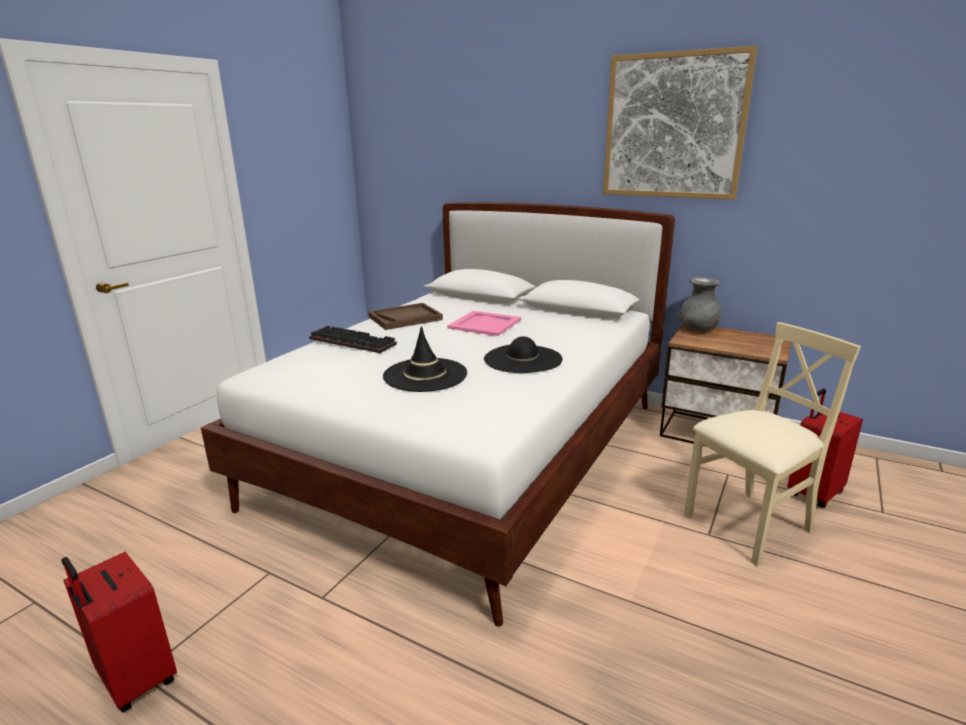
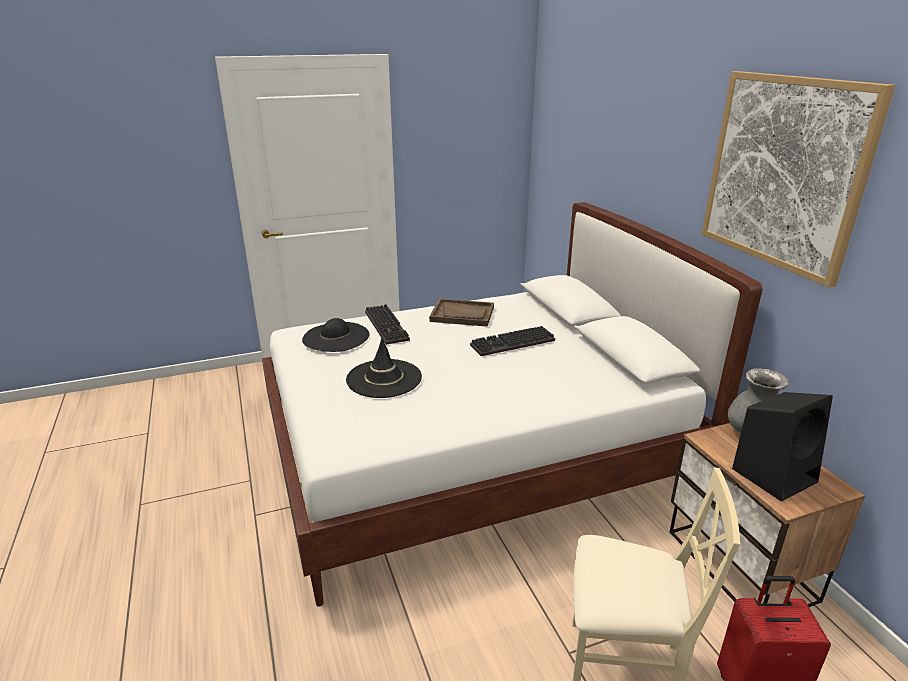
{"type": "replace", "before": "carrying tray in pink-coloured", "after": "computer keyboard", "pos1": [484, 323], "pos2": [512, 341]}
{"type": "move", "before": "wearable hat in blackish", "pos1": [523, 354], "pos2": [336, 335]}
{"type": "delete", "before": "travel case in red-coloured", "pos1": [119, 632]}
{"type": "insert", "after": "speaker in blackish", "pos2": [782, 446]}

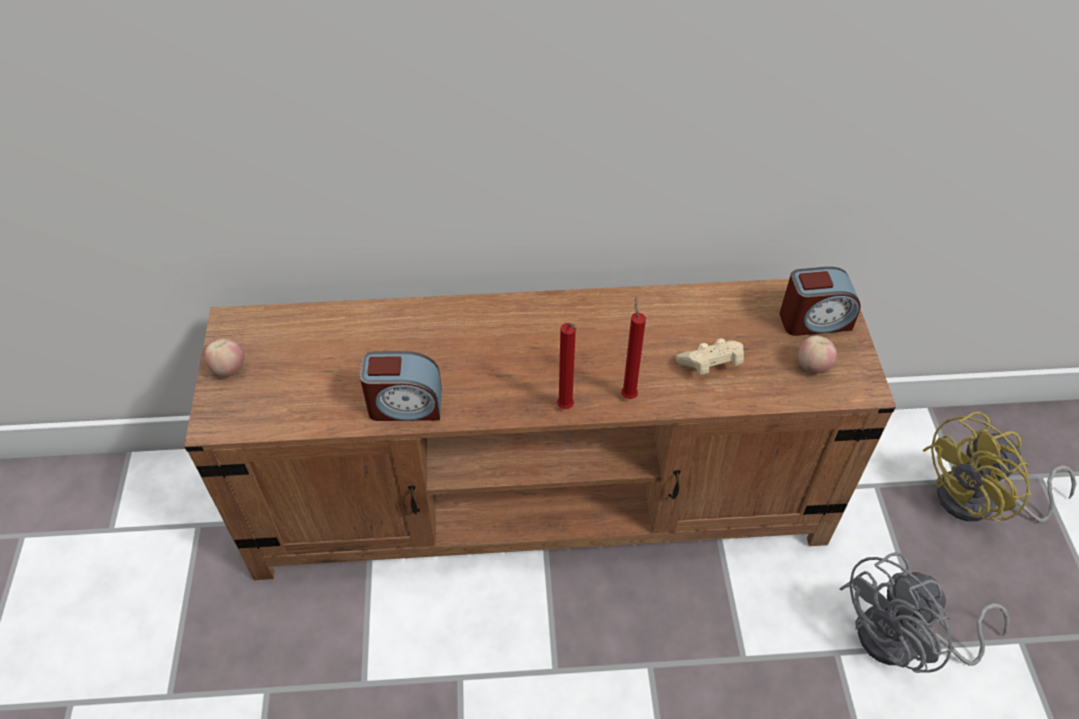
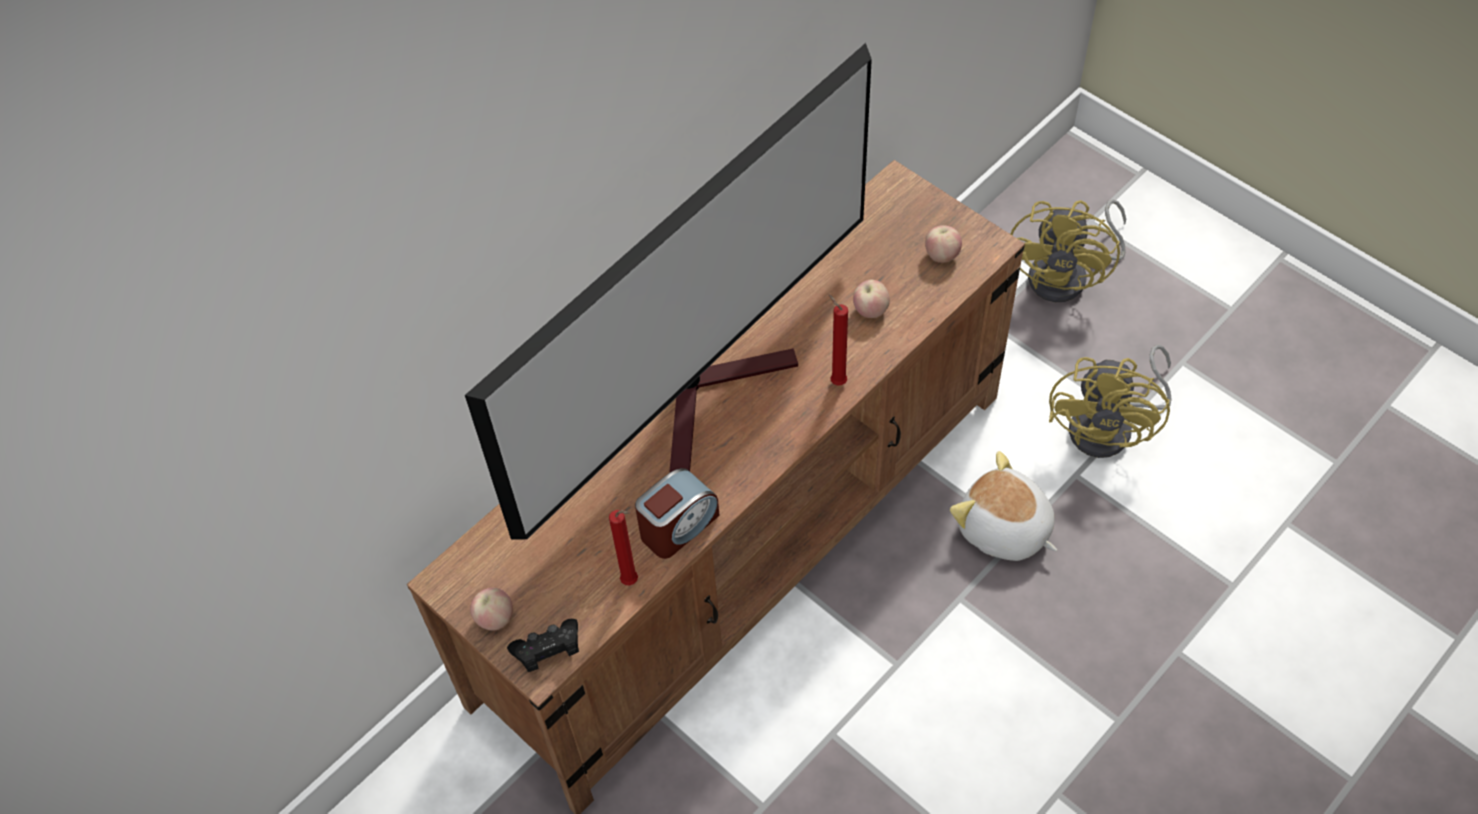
{"type": "delete", "before": "alarm clock", "pos1": [820, 301]}
{"type": "move", "before": "wax candle in red-coloured", "pos1": [567, 366], "pos2": [623, 548]}
{"type": "replace", "before": "game controller in sand-coloured", "after": "whole apple", "pos1": [710, 356], "pos2": [871, 299]}
{"type": "recolor", "before": "fan in greyish", "after": "fan in yellow-coloured", "pos1": [924, 612], "pos2": [1110, 401]}
{"type": "insert", "after": "TV set", "pos2": [668, 291]}
{"type": "insert", "after": "cuddly toy", "pos2": [1003, 506]}
{"type": "insert", "after": "game controller in blackish", "pos2": [543, 645]}

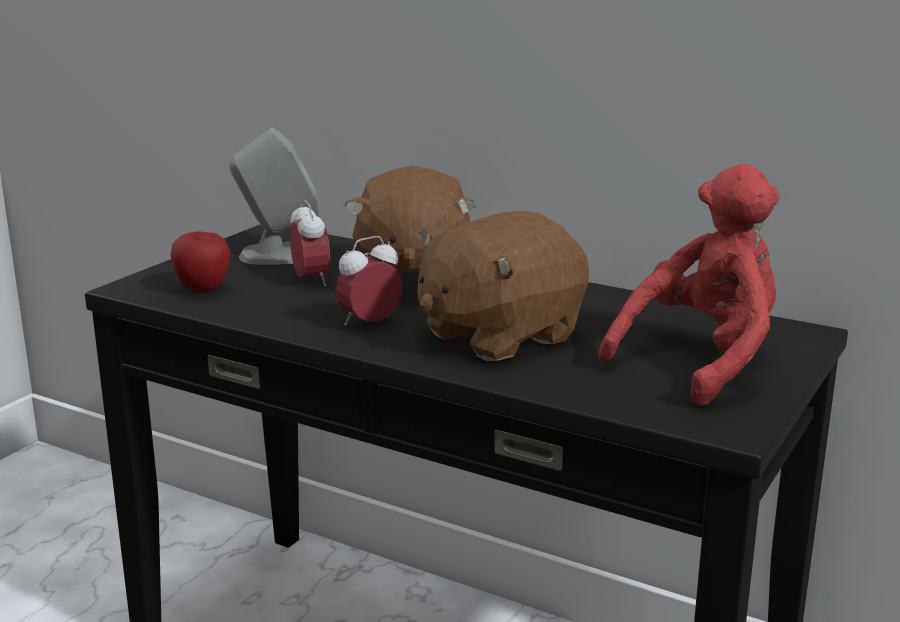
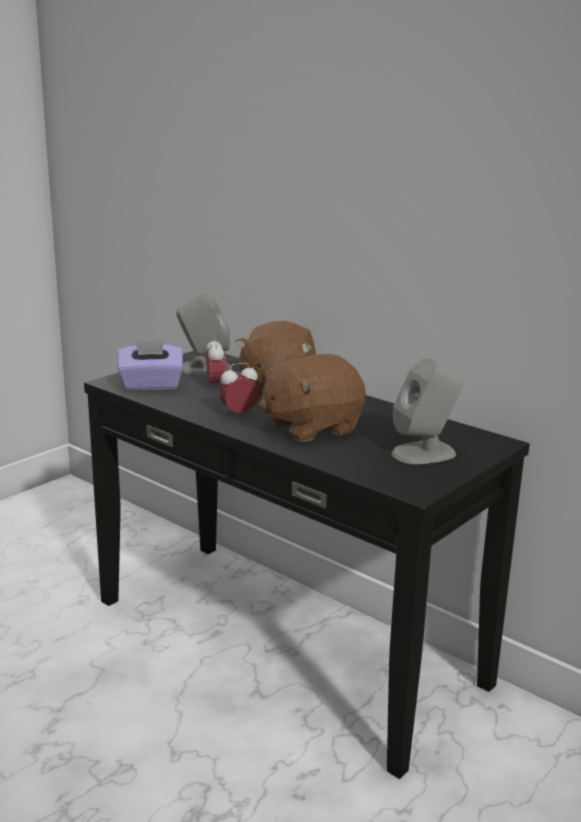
{"type": "replace", "before": "cuddly toy in red-coloured", "after": "speaker in greyish", "pos1": [689, 285], "pos2": [427, 411]}
{"type": "replace", "before": "whole apple", "after": "tissue holder in purple", "pos1": [201, 261], "pos2": [150, 365]}

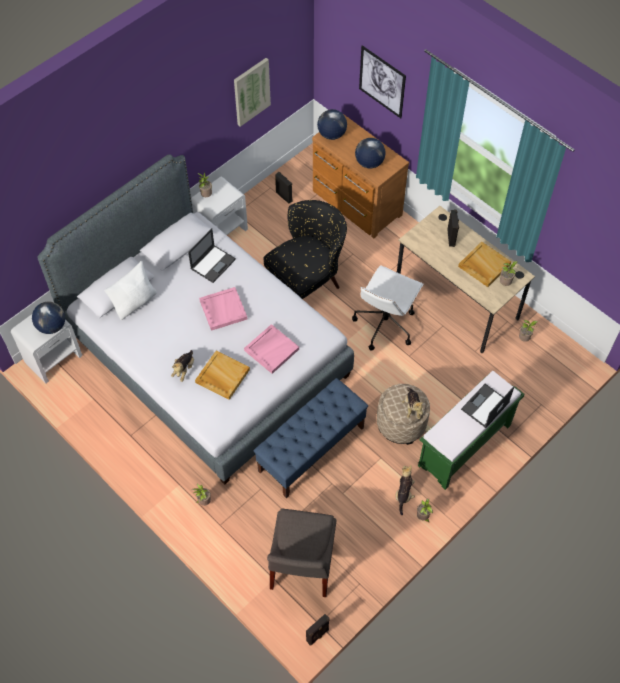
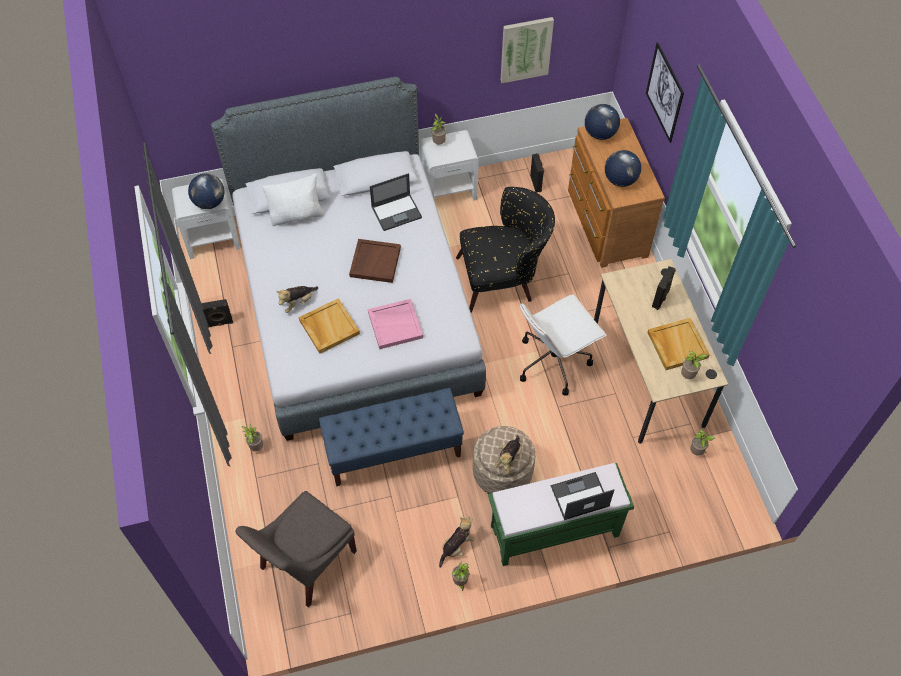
{"type": "recolor", "before": "carrying tray in pink-coloured", "after": "carrying tray in brownish", "pos1": [223, 309], "pos2": [375, 261]}
{"type": "move", "before": "speaker in blackish", "pos1": [318, 629], "pos2": [217, 313]}

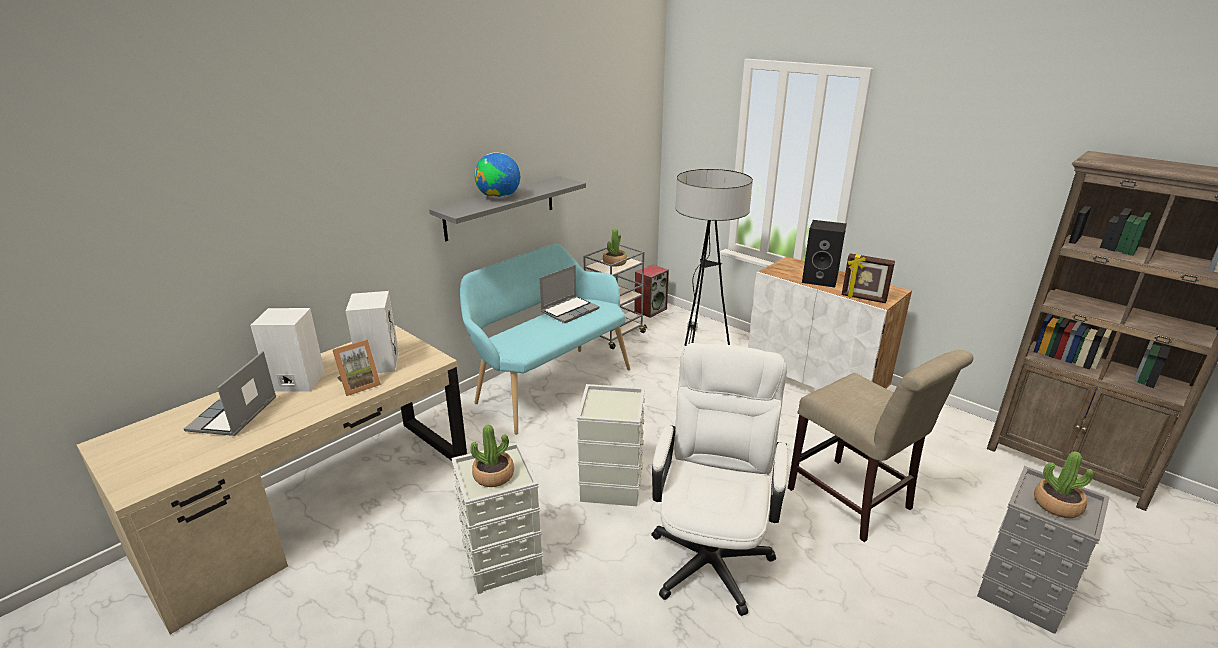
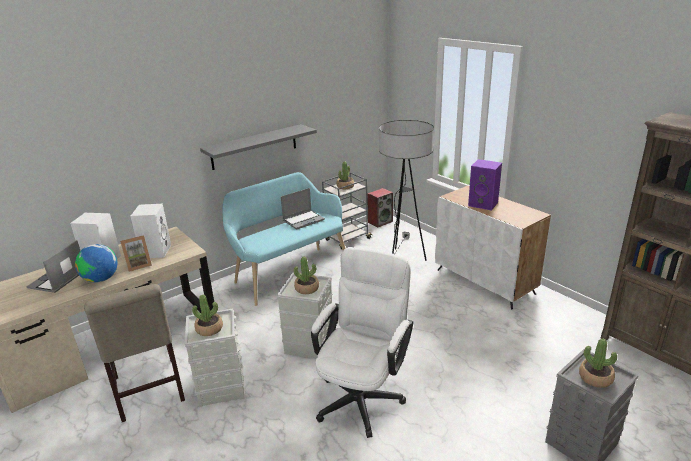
{"type": "move", "before": "world globe", "pos1": [497, 175], "pos2": [96, 263]}
{"type": "recolor", "before": "speaker in blackish", "after": "speaker in purple", "pos1": [824, 254], "pos2": [485, 185]}
{"type": "delete", "before": "standing frame", "pos1": [868, 278]}
{"type": "move", "before": "upright chair in sand-coloured", "pos1": [880, 446], "pos2": [134, 353]}
{"type": "insert", "after": "potted plant", "pos2": [306, 275]}

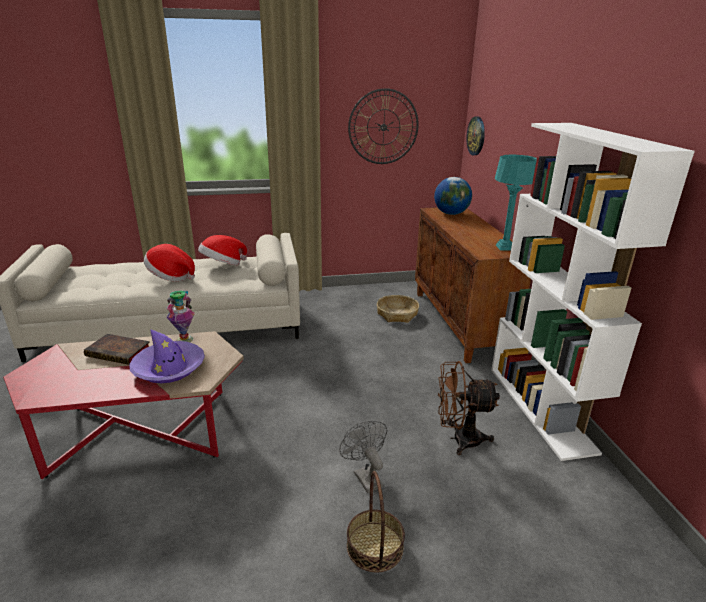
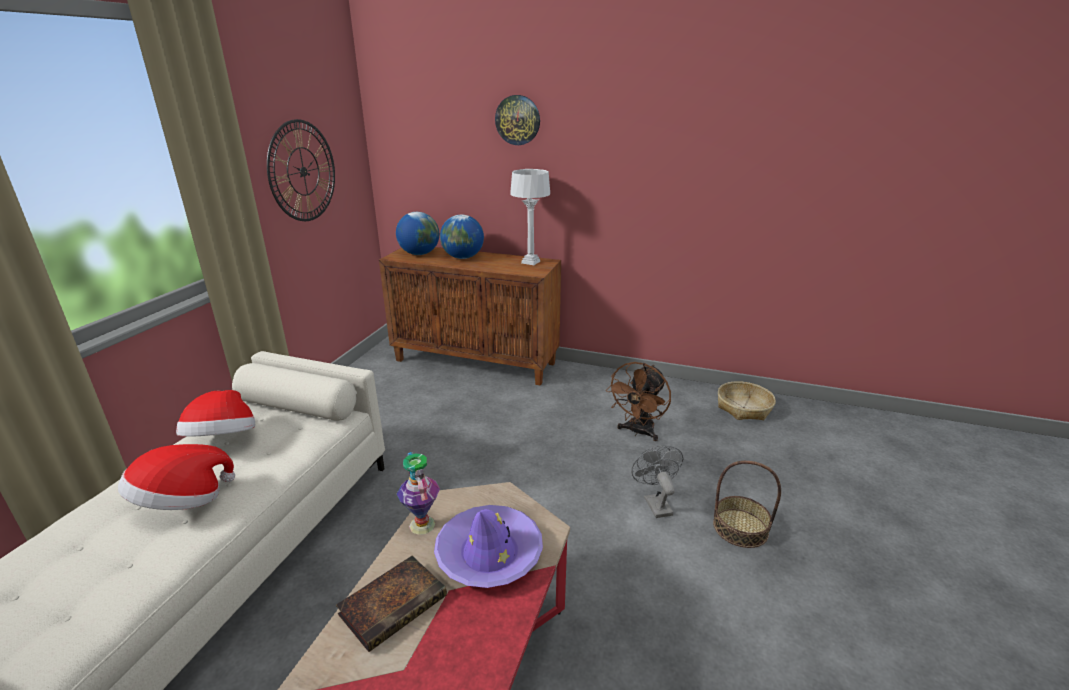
{"type": "move", "before": "wall clock", "pos1": [475, 135], "pos2": [517, 120]}
{"type": "delete", "before": "bookshelf in white", "pos1": [593, 292]}
{"type": "recolor", "before": "tabletop lamp in blue-green", "after": "tabletop lamp in greyish", "pos1": [516, 202], "pos2": [530, 217]}
{"type": "move", "before": "storage basket", "pos1": [398, 309], "pos2": [747, 400]}
{"type": "rotate", "before": "fan in greyish", "pos1": [363, 457], "pos2": [657, 482], "turn": 75}
{"type": "insert", "after": "world globe", "pos2": [462, 237]}

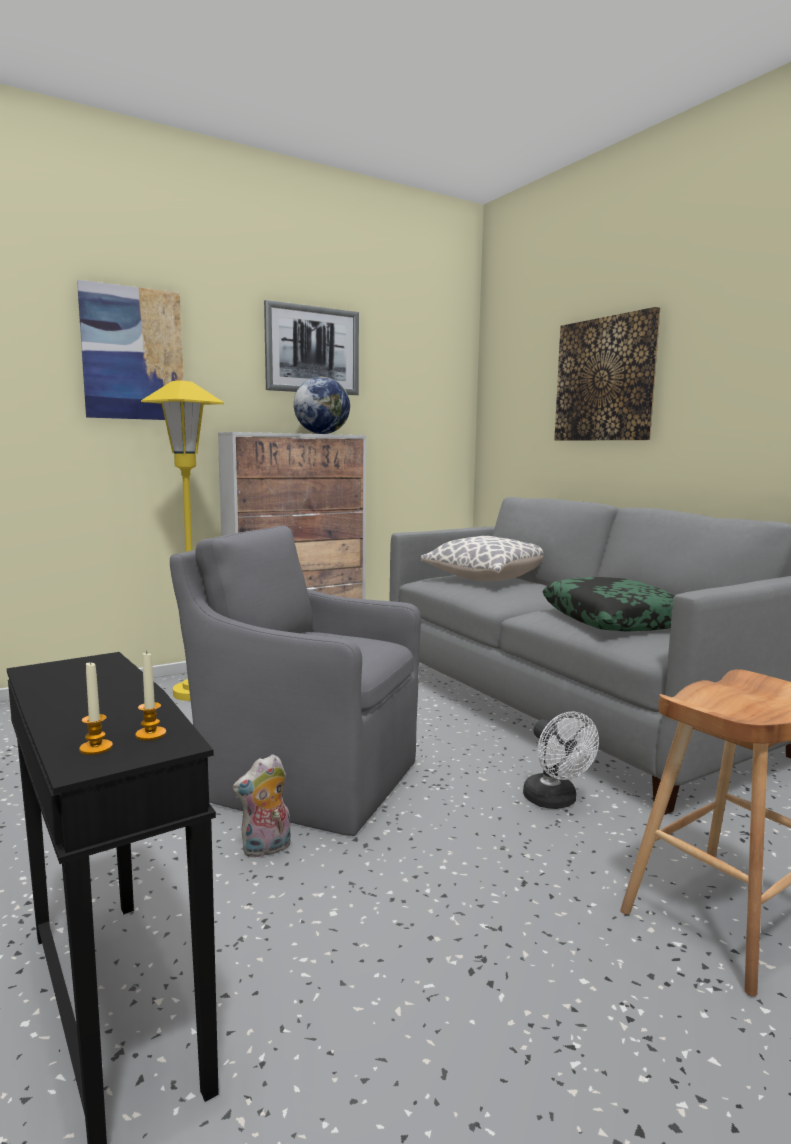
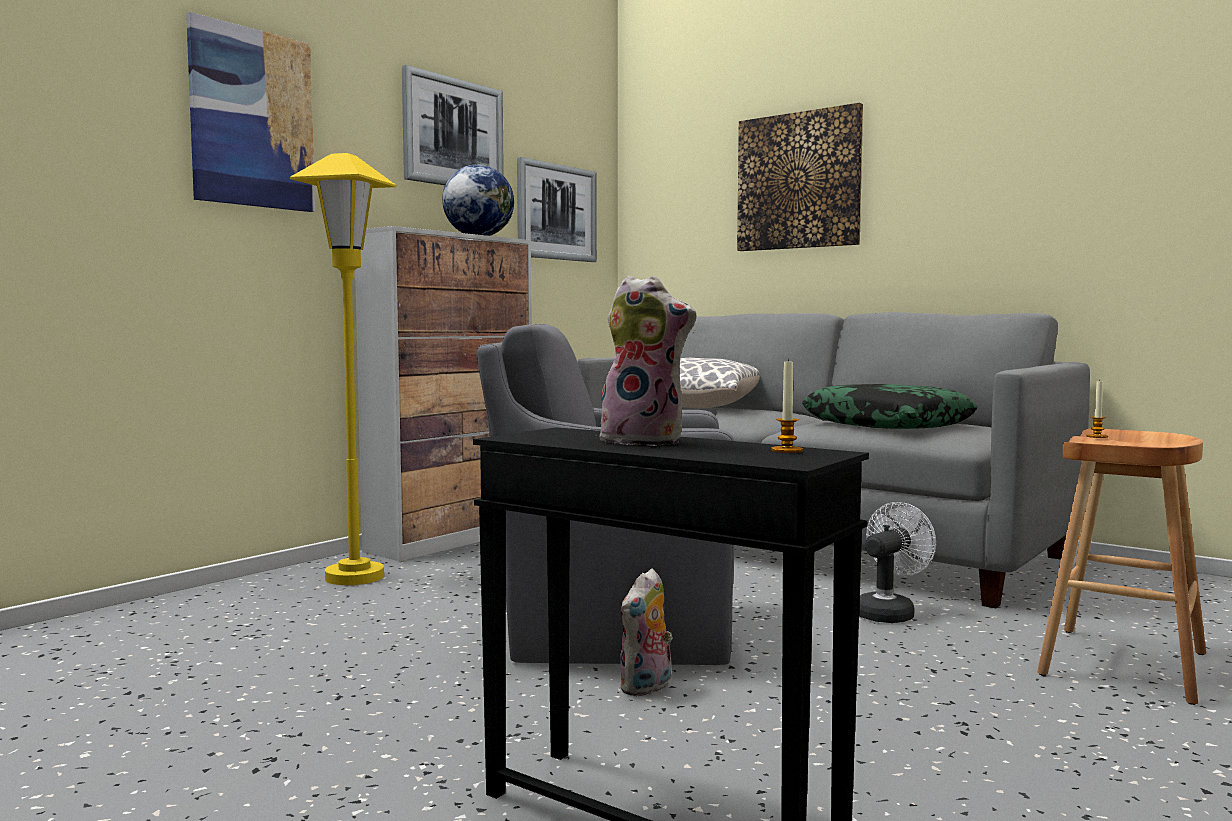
{"type": "move", "before": "wax candle", "pos1": [96, 707], "pos2": [1097, 409]}
{"type": "rotate", "before": "fan in white", "pos1": [561, 760], "pos2": [897, 562], "turn": -90}
{"type": "insert", "after": "picture", "pos2": [557, 209]}
{"type": "insert", "after": "cuddly toy", "pos2": [646, 360]}

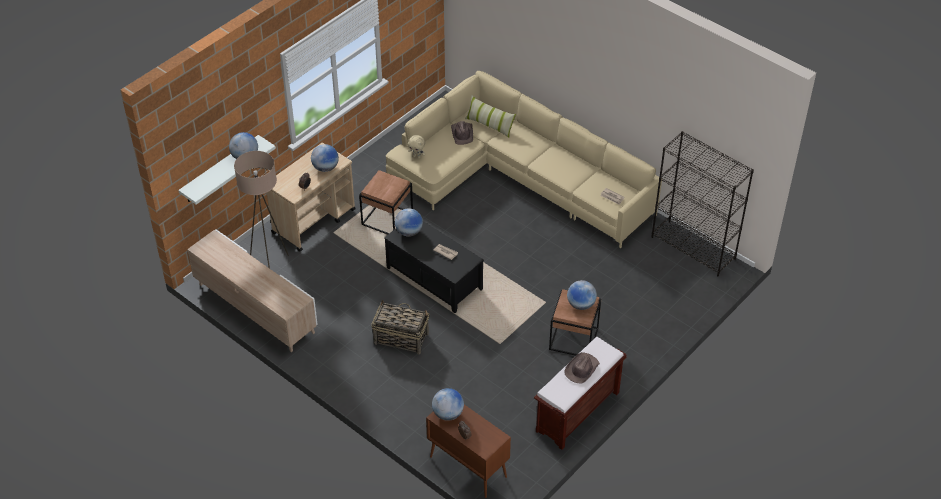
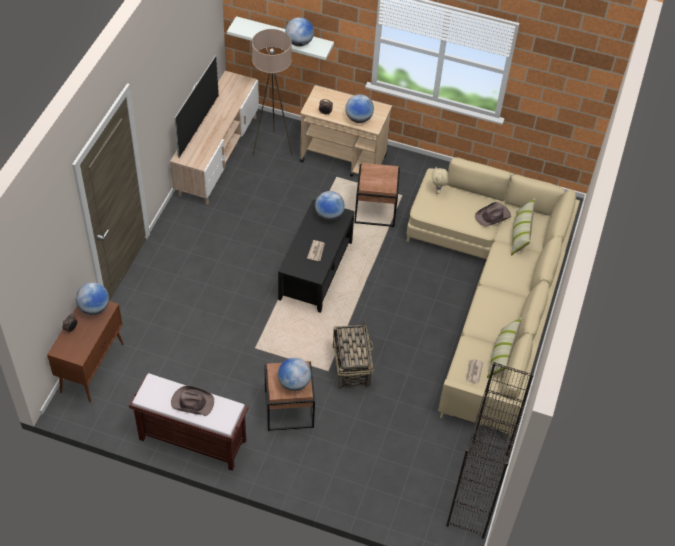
{"type": "move", "before": "storage basket", "pos1": [400, 327], "pos2": [353, 356]}
{"type": "insert", "after": "TV set", "pos2": [196, 106]}
{"type": "insert", "after": "pillow", "pos2": [504, 347]}

